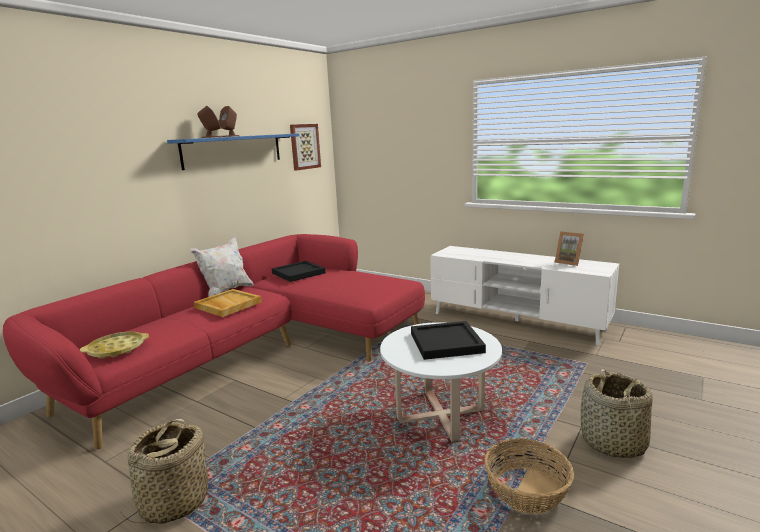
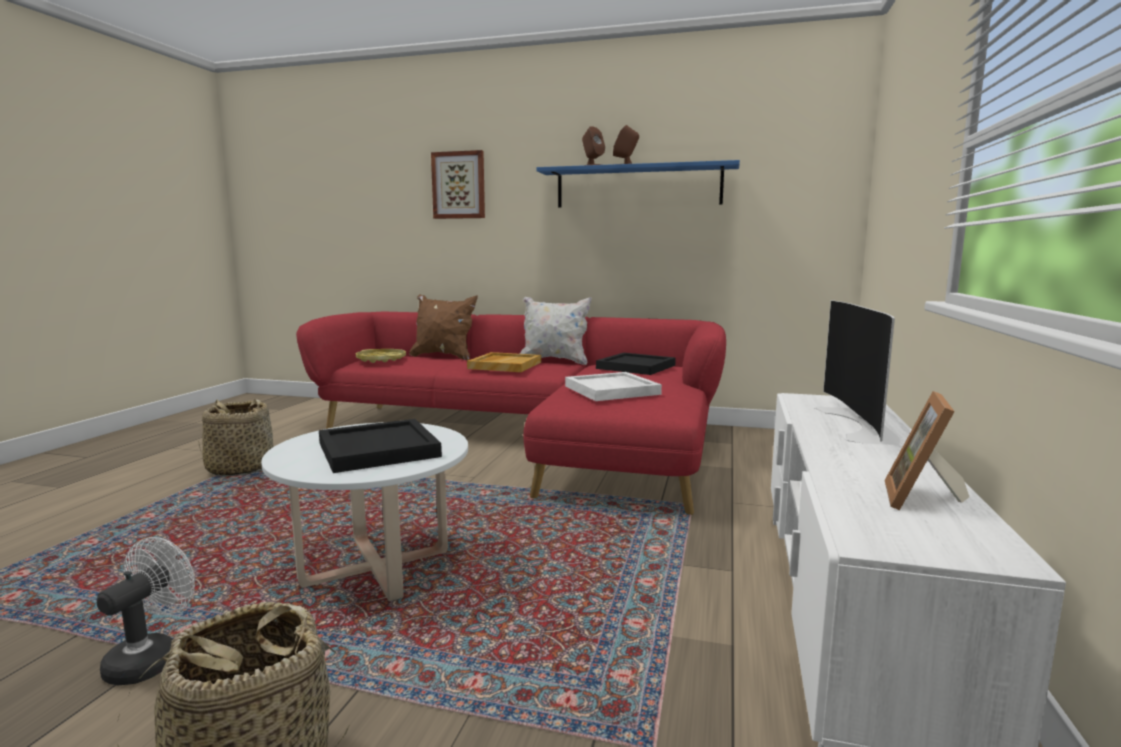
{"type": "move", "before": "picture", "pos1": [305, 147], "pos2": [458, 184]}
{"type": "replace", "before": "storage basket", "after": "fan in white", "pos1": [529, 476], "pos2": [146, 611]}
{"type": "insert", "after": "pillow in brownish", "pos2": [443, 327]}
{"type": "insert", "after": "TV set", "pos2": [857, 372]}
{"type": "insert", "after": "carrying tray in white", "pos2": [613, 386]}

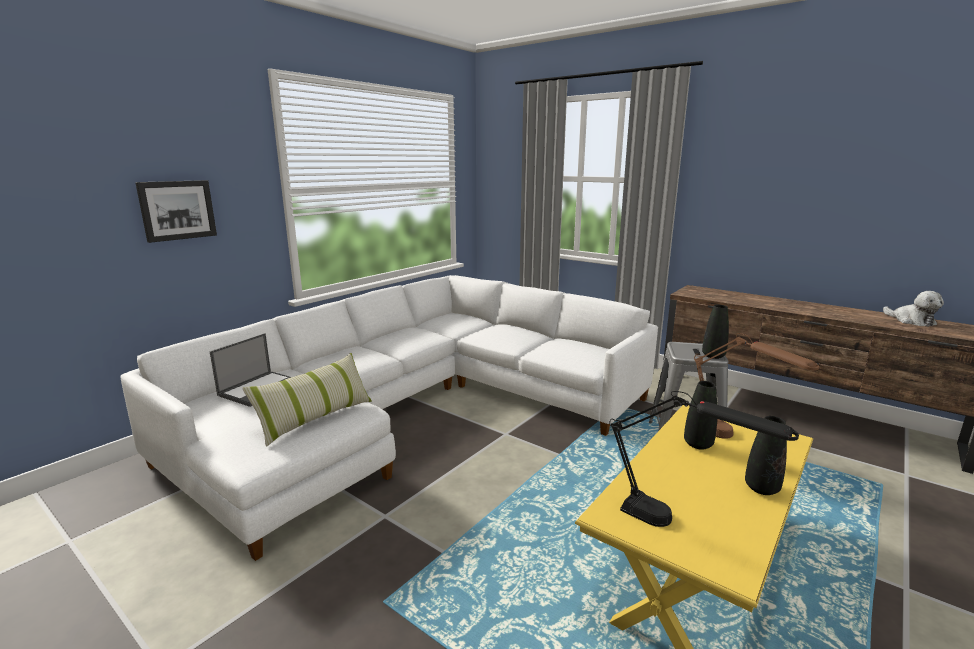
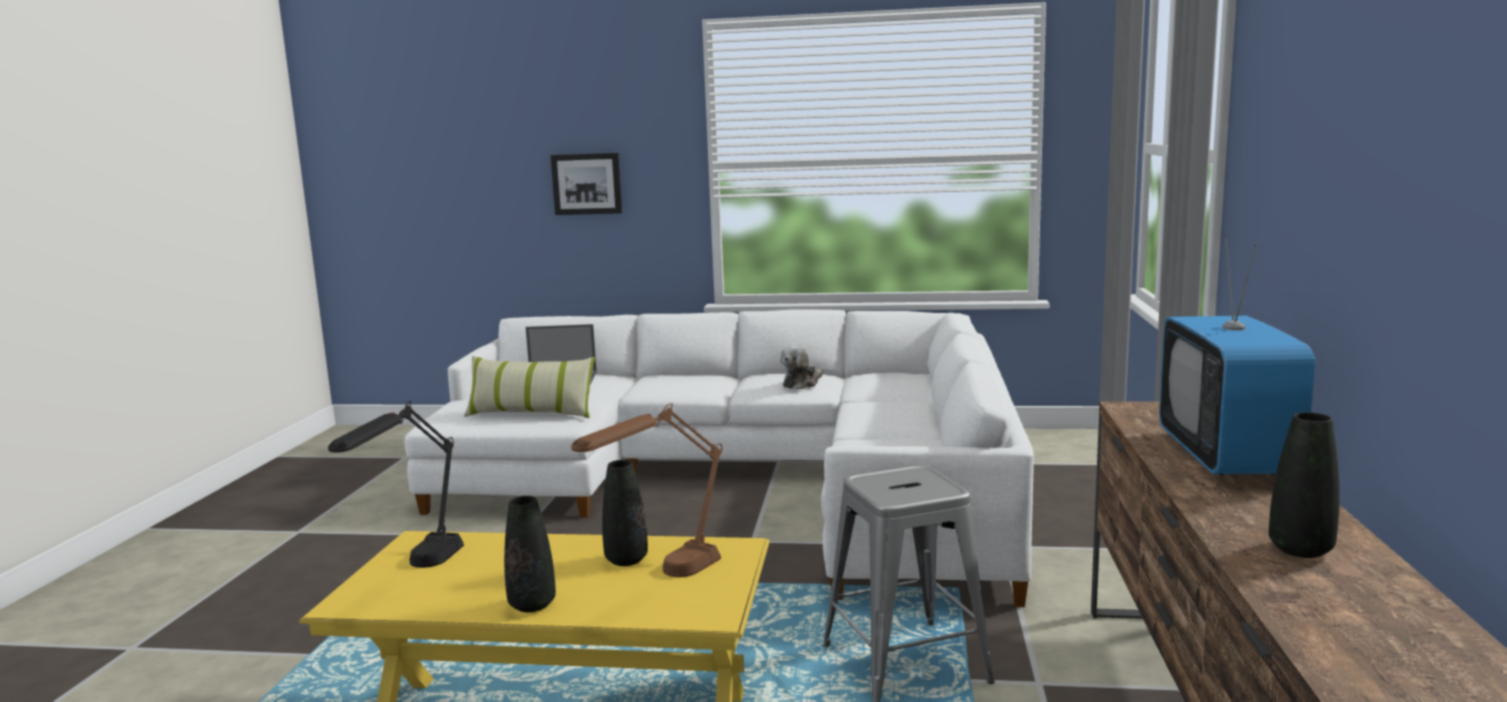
{"type": "move", "before": "cuddly toy", "pos1": [913, 309], "pos2": [802, 368]}
{"type": "move", "before": "flower vase in blackish", "pos1": [715, 332], "pos2": [1304, 485]}
{"type": "insert", "after": "TV set", "pos2": [1237, 355]}

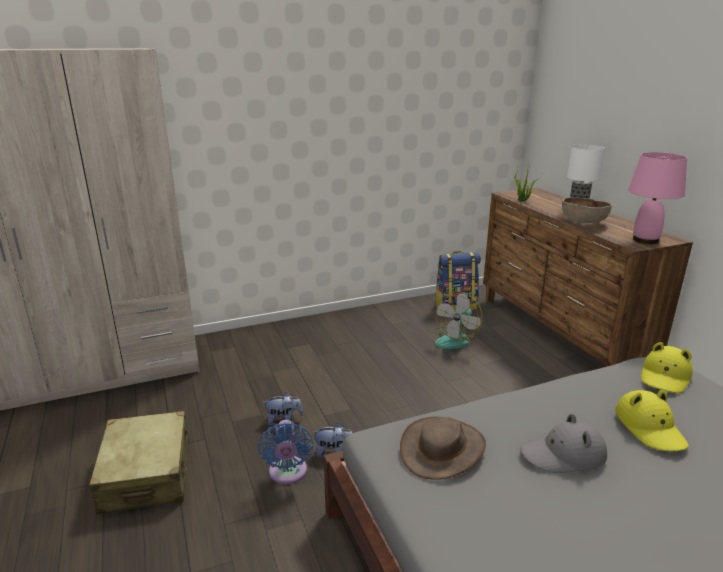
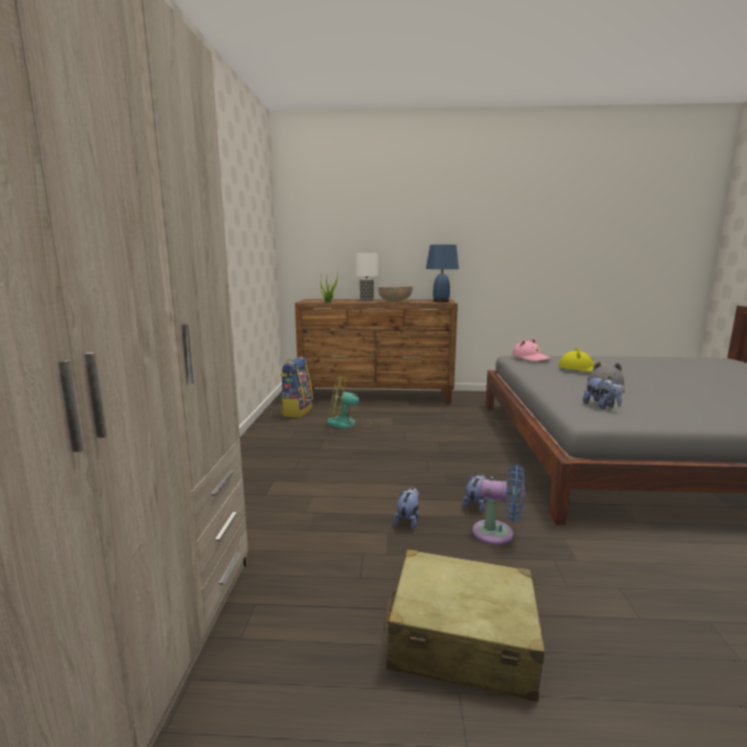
{"type": "recolor", "before": "tabletop lamp in pink-coloured", "after": "tabletop lamp in bluish", "pos1": [657, 198], "pos2": [442, 273]}
{"type": "rotate", "before": "fan", "pos1": [458, 320], "pos2": [349, 402], "turn": 120}
{"type": "recolor", "before": "wearable hat in yellow-coloured", "after": "wearable hat in pink-coloured", "pos1": [667, 367], "pos2": [531, 349]}
{"type": "replace", "before": "wearable hat in brownish", "after": "cuddly toy", "pos1": [443, 448], "pos2": [602, 393]}

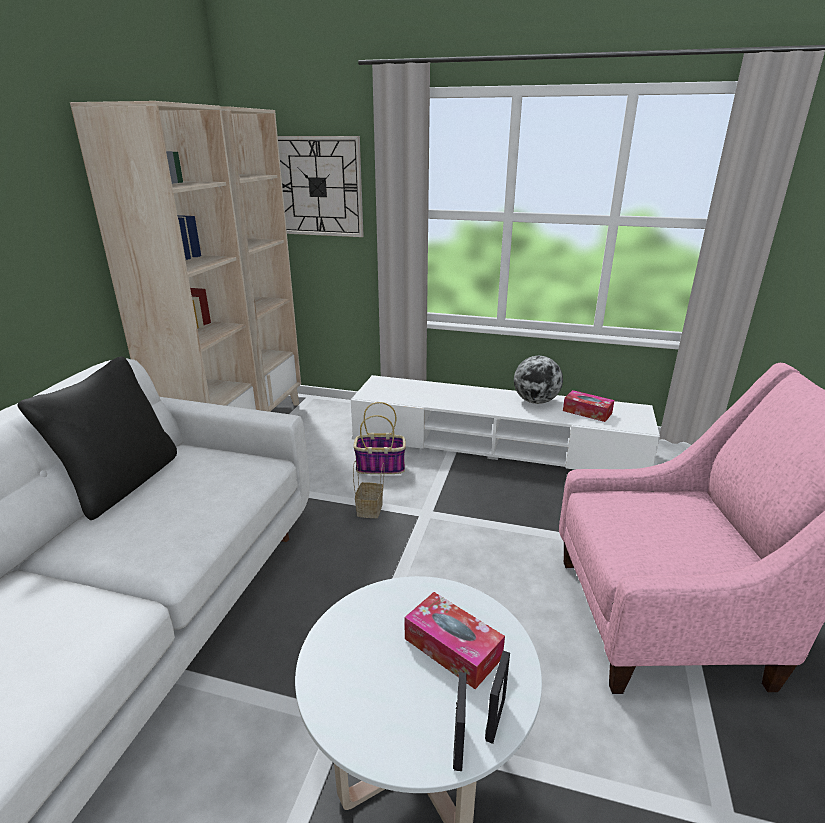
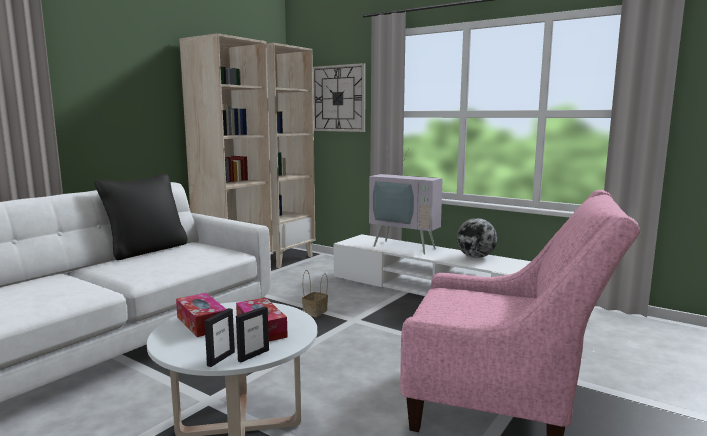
{"type": "move", "before": "tissue holder", "pos1": [588, 406], "pos2": [201, 315]}
{"type": "delete", "before": "storage basket", "pos1": [379, 438]}
{"type": "insert", "after": "TV set", "pos2": [406, 200]}

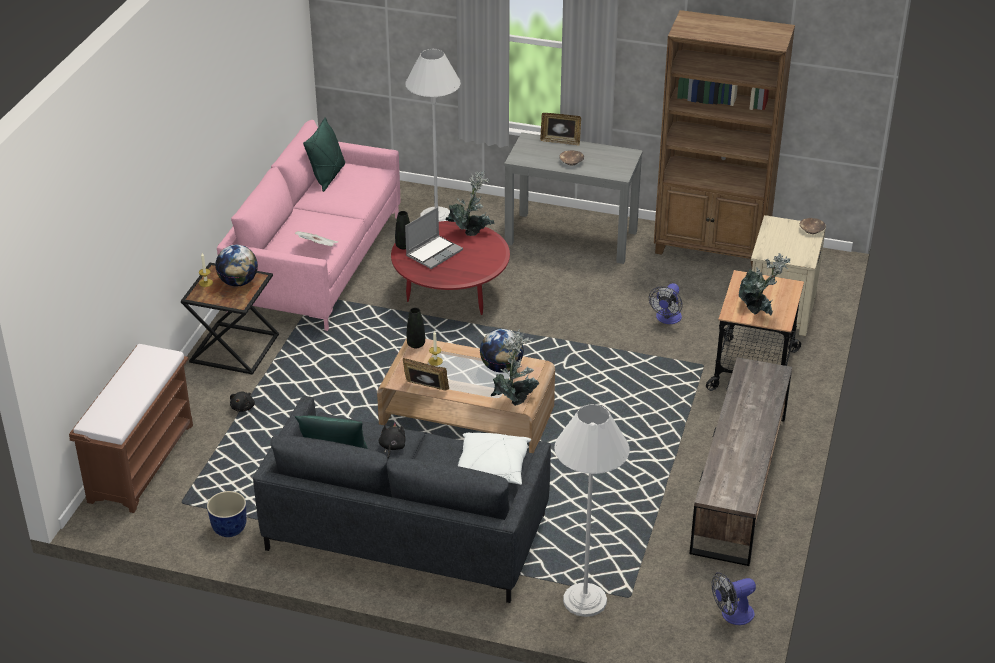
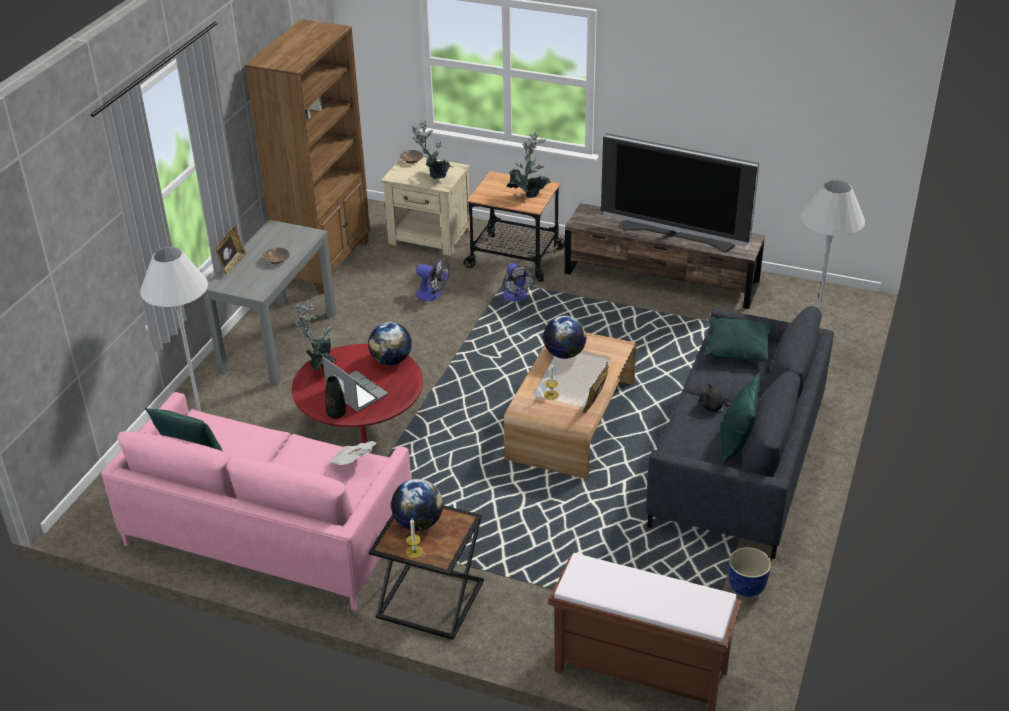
{"type": "delete", "before": "flower vase in blackish", "pos1": [416, 328]}
{"type": "move", "before": "potted plant", "pos1": [515, 367], "pos2": [432, 150]}
{"type": "delete", "before": "cuddly toy in blackish", "pos1": [242, 402]}
{"type": "recolor", "before": "pillow in white", "after": "pillow in green", "pos1": [495, 459], "pos2": [739, 339]}
{"type": "move", "before": "fan", "pos1": [734, 599], "pos2": [519, 282]}
{"type": "insert", "after": "TV set", "pos2": [680, 193]}
{"type": "insert", "after": "world globe", "pos2": [390, 343]}

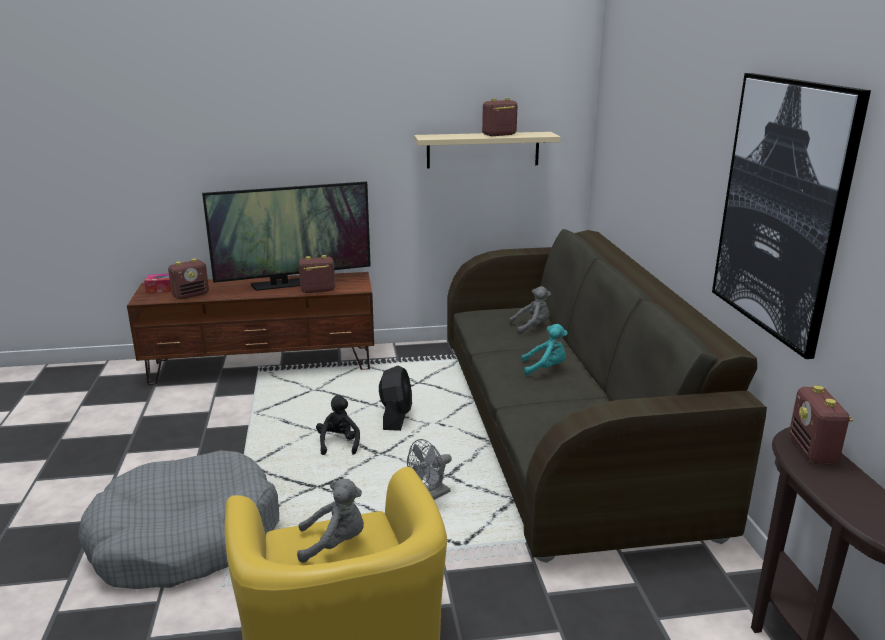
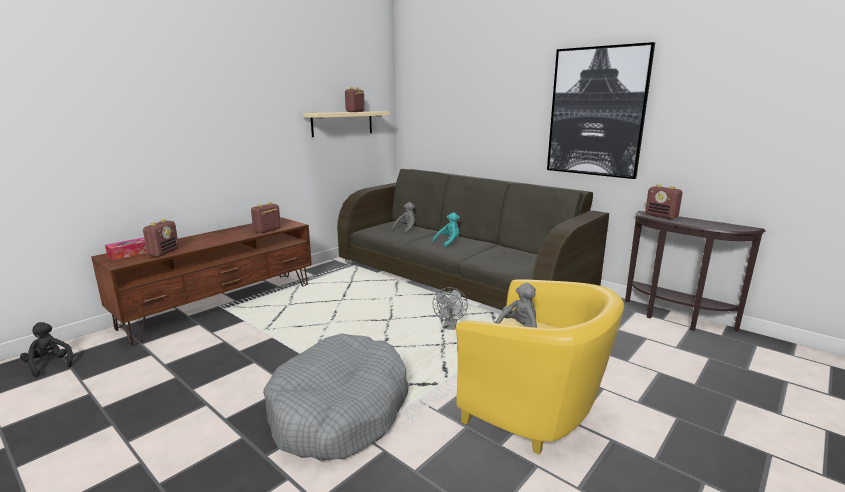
{"type": "delete", "before": "TV set", "pos1": [286, 236]}
{"type": "delete", "before": "fan in blackish", "pos1": [395, 398]}
{"type": "move", "before": "cuddly toy in blackish", "pos1": [338, 425], "pos2": [46, 349]}

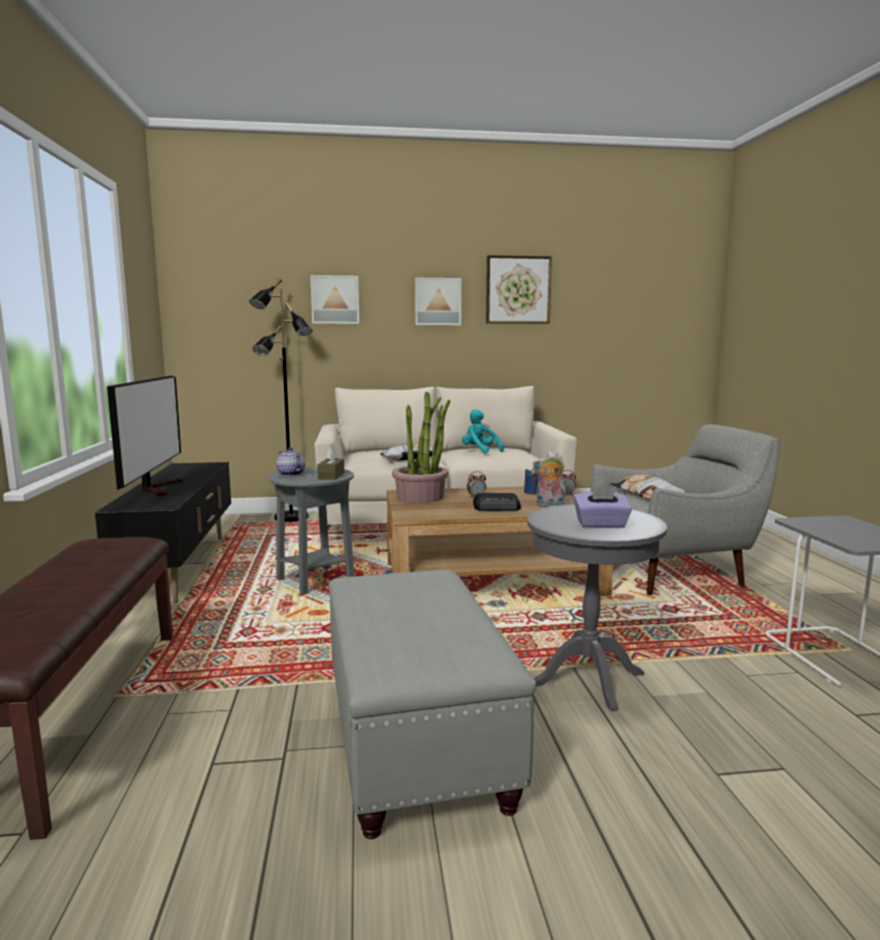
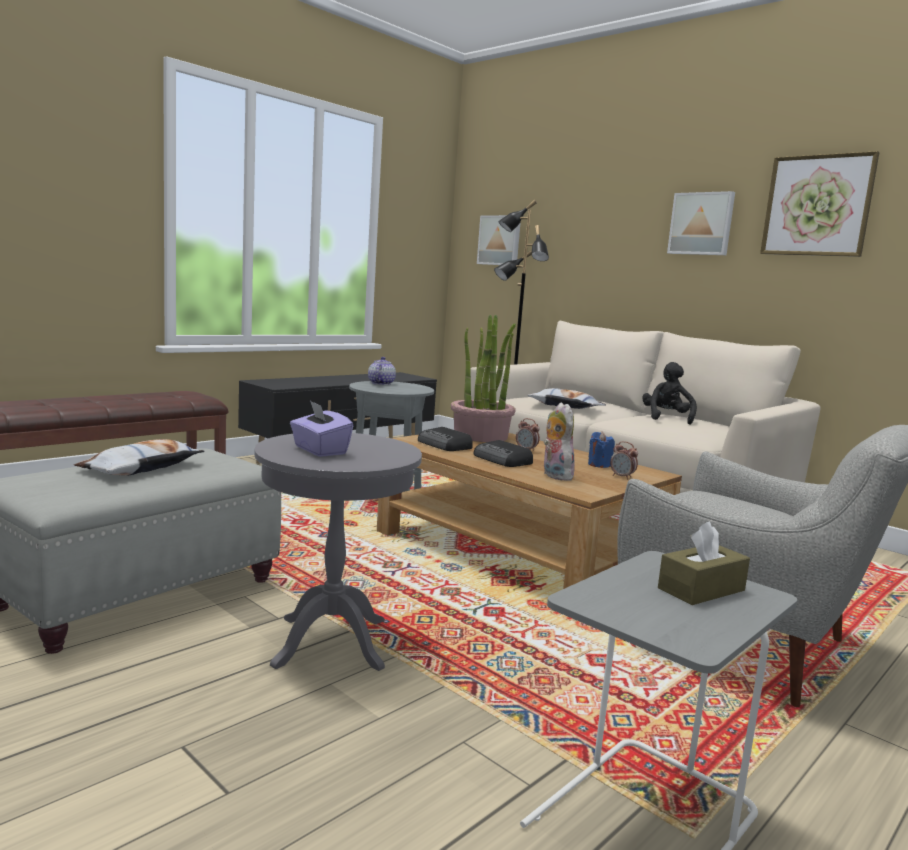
{"type": "move", "before": "picture", "pos1": [334, 299], "pos2": [499, 240]}
{"type": "delete", "before": "TV set", "pos1": [145, 436]}
{"type": "recolor", "before": "cuddly toy in blue-green", "after": "cuddly toy in blackish", "pos1": [483, 431], "pos2": [669, 393]}
{"type": "move", "before": "tissue holder in brownish", "pos1": [330, 464], "pos2": [704, 563]}
{"type": "move", "before": "pillow", "pos1": [647, 486], "pos2": [139, 457]}
{"type": "insert", "after": "radio set", "pos2": [445, 439]}

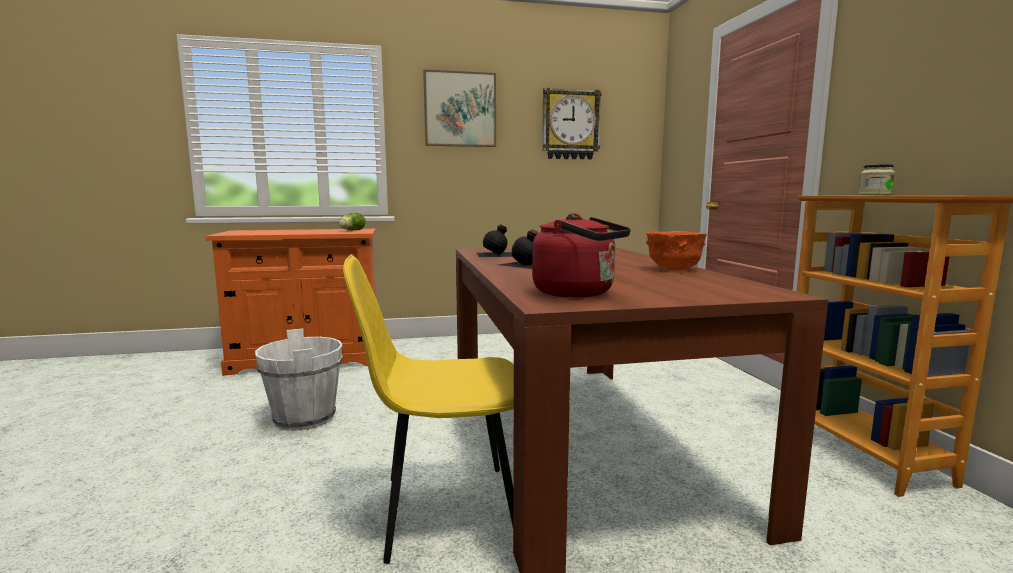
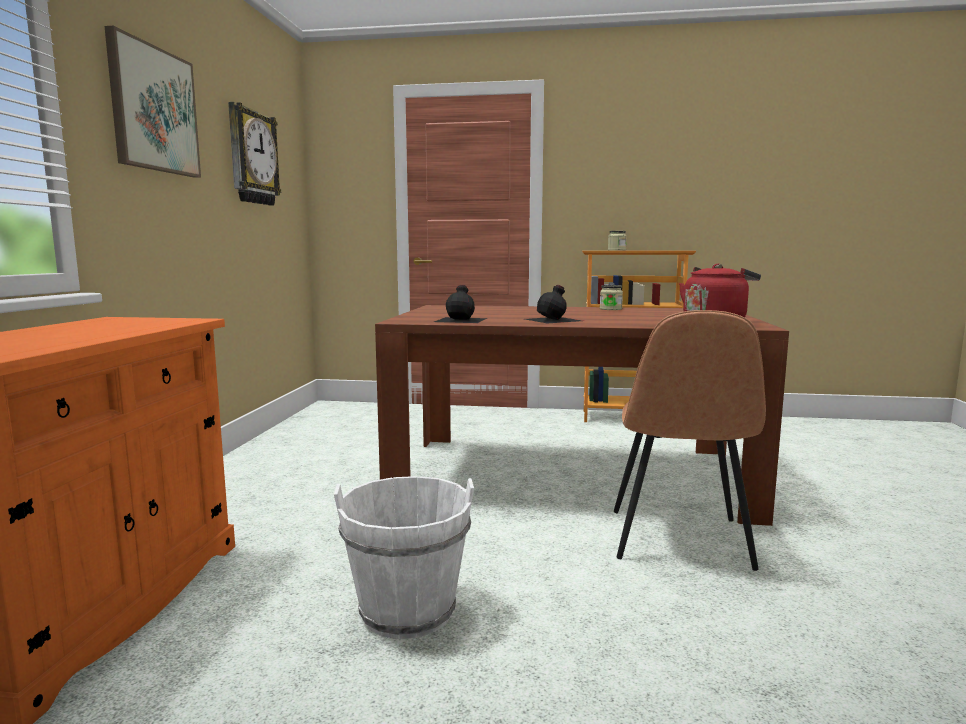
{"type": "delete", "before": "lettuce", "pos1": [352, 221]}
{"type": "replace", "before": "serving bowl in orange-coloured", "after": "preserve jar", "pos1": [676, 251], "pos2": [611, 297]}
{"type": "recolor", "before": "upright chair in yellow-coloured", "after": "upright chair in brownish", "pos1": [428, 409], "pos2": [690, 440]}

